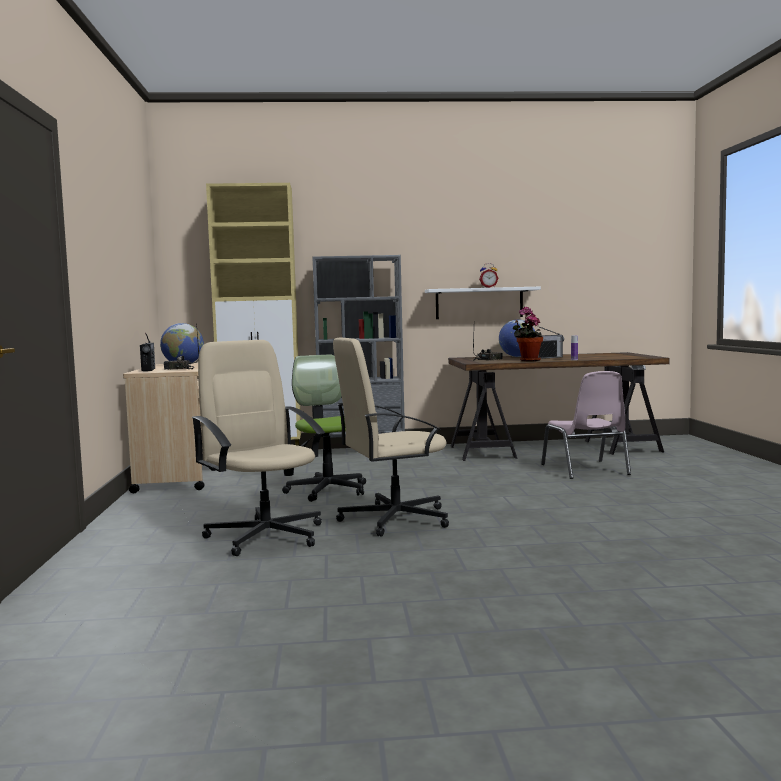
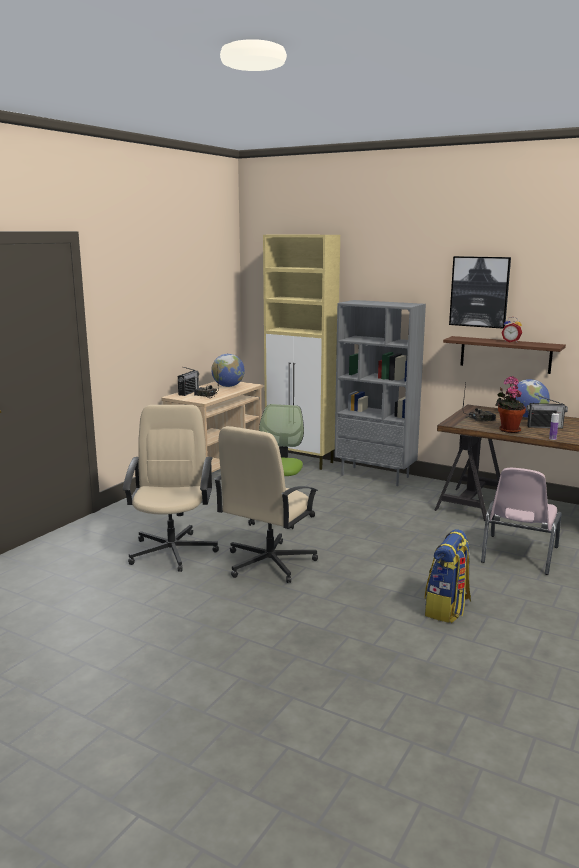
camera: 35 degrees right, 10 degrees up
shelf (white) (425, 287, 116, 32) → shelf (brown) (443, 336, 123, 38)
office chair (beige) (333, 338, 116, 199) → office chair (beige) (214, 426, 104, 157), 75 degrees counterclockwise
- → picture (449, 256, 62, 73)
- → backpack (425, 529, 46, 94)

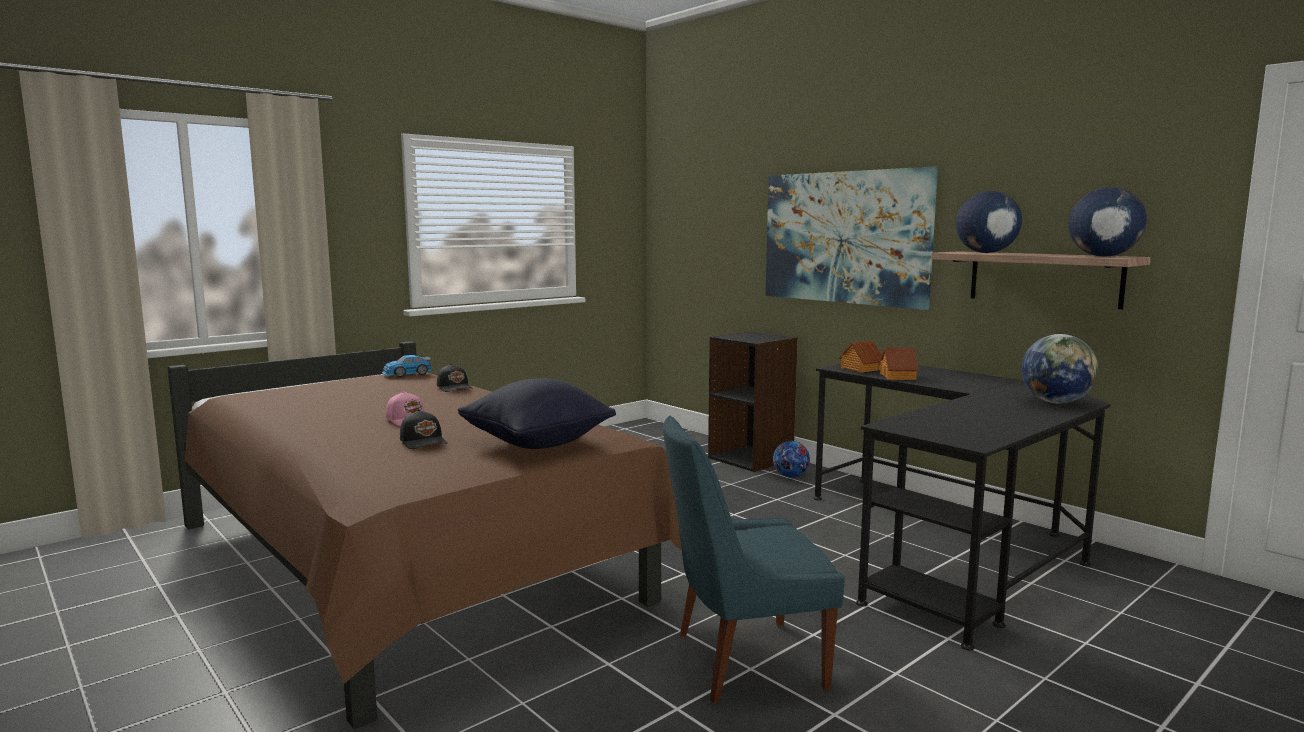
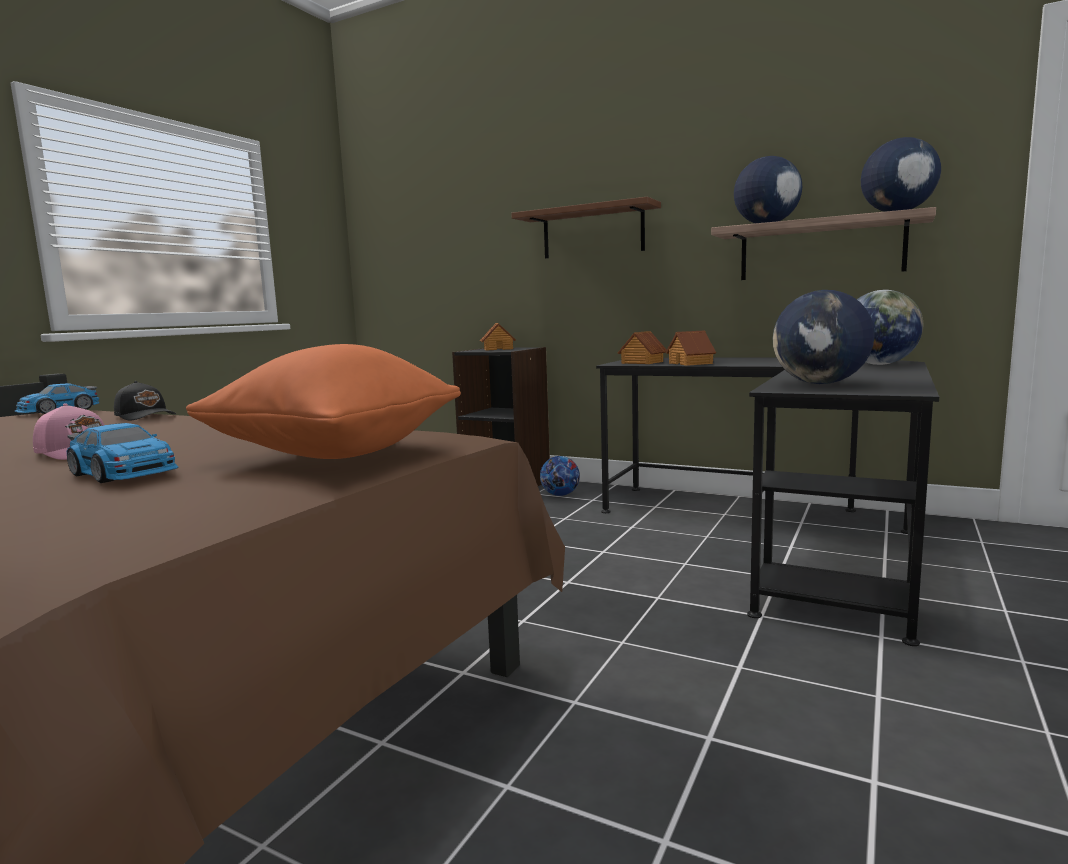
camera: 20 degrees left, 0 degrees up
picture (766, 166, 172, 144) → shelf (brown) (511, 197, 150, 62)
pillow (black) (458, 378, 158, 71) → pillow (orange) (186, 344, 275, 115)
cap (black) (400, 410, 48, 39) → toy car (67, 423, 111, 60)
chair (blue) (663, 416, 182, 288) → -
- → globe (772, 290, 103, 94)
- → toy house (480, 323, 36, 27)

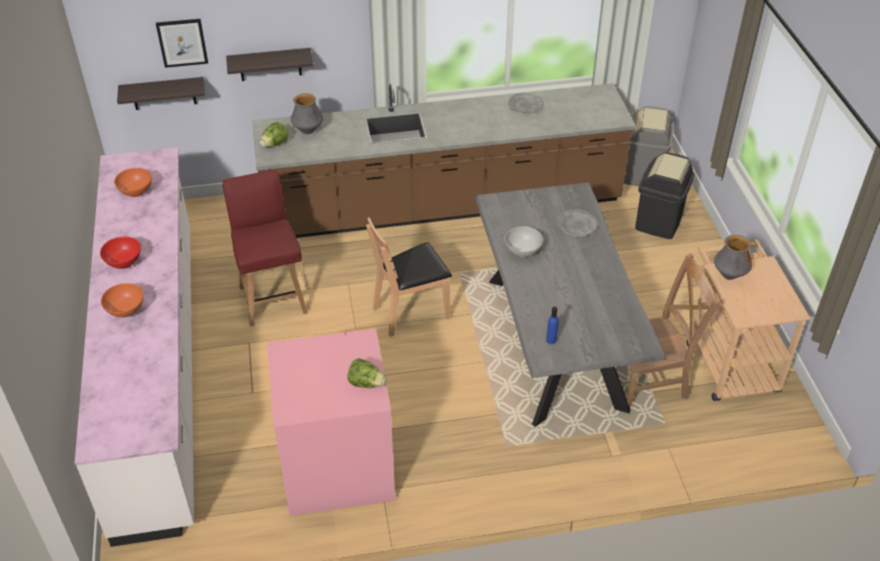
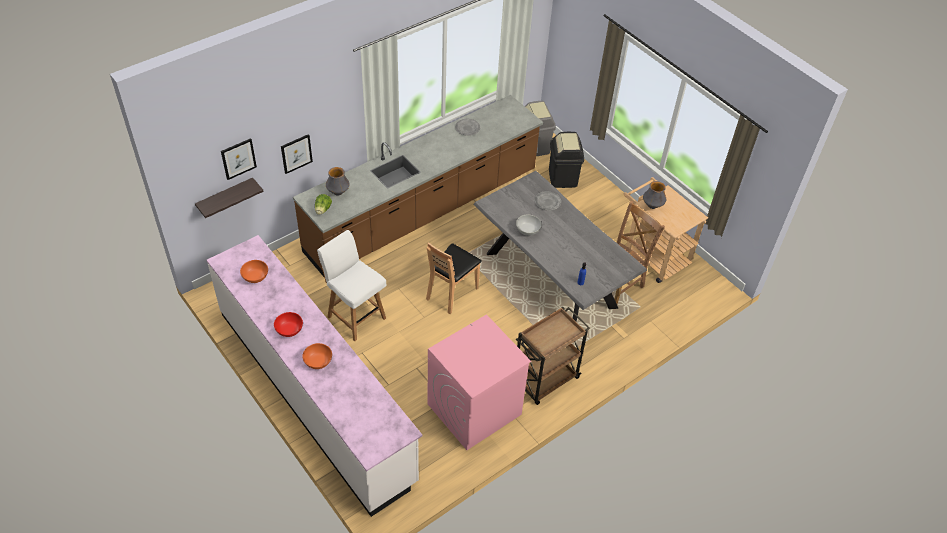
camera: 30 degrees left, 5 degrees up
shelf (226, 48, 88, 33) → picture (281, 134, 32, 40)
chair (red) (223, 170, 85, 156) → chair (white) (317, 230, 69, 111)
lettuce (347, 358, 40, 30) → -
- → cart (brown) (516, 307, 74, 98)

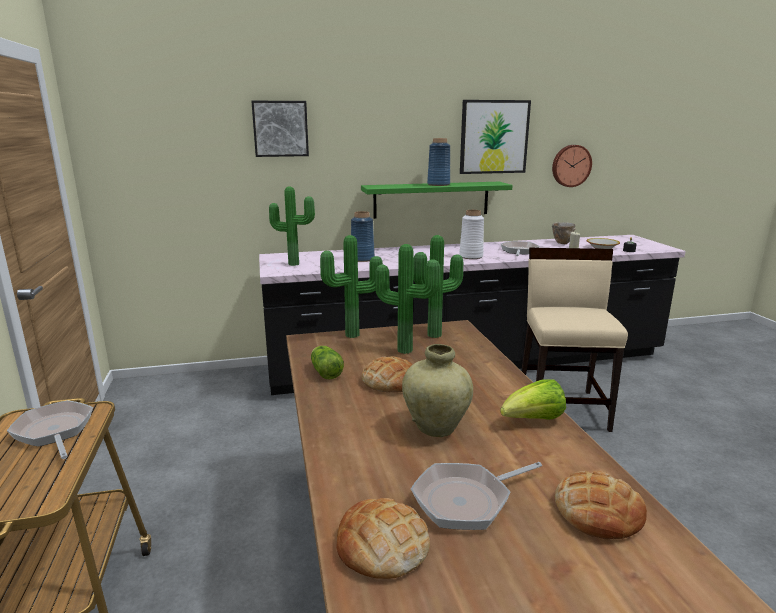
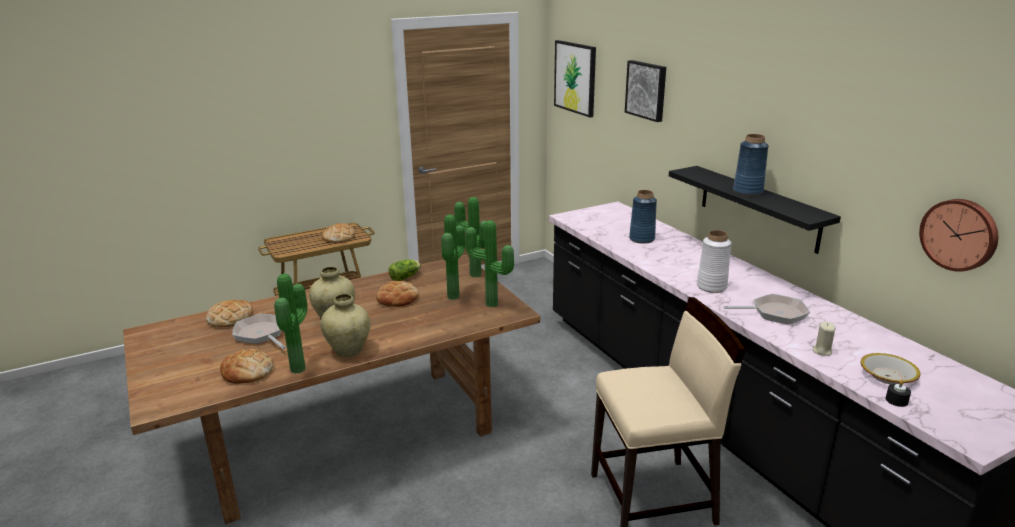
camera: 75 degrees right, 5 degrees up
picture (460, 100, 71, 74) → picture (554, 40, 42, 77), shifted
shelf (green) (361, 182, 152, 37) → shelf (black) (669, 166, 172, 88)
potted plant (269, 186, 46, 80) → potted plant (274, 274, 34, 100), shifted
bowl (552, 222, 24, 22) → -
lettuce (500, 379, 66, 41) → vase (beige) (320, 294, 50, 63)
frying pan (7, 400, 86, 59) → bread (322, 223, 33, 20)

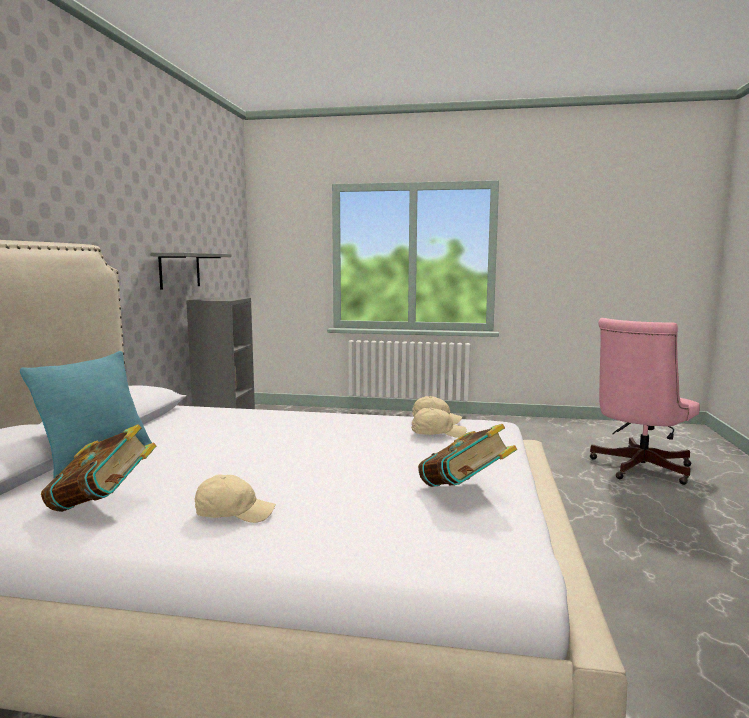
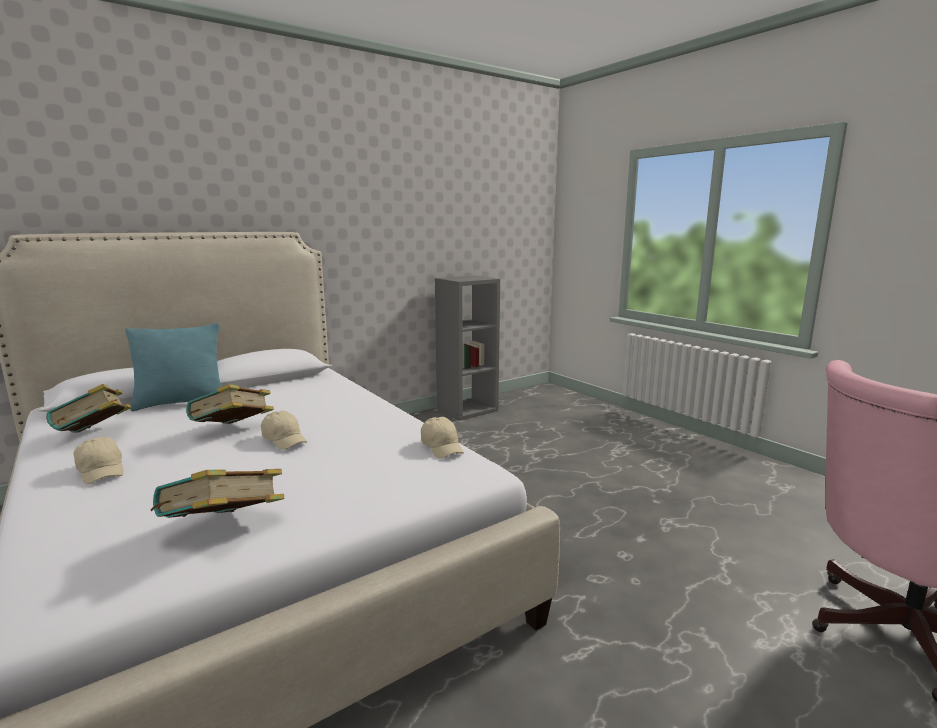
camera: 45 degrees right, 5 degrees up
shelf (grey) (151, 253, 80, 37) → -
cap (beige) (411, 408, 56, 29) → cap (beige) (261, 411, 47, 39), shifted
- → book (186, 384, 88, 40)

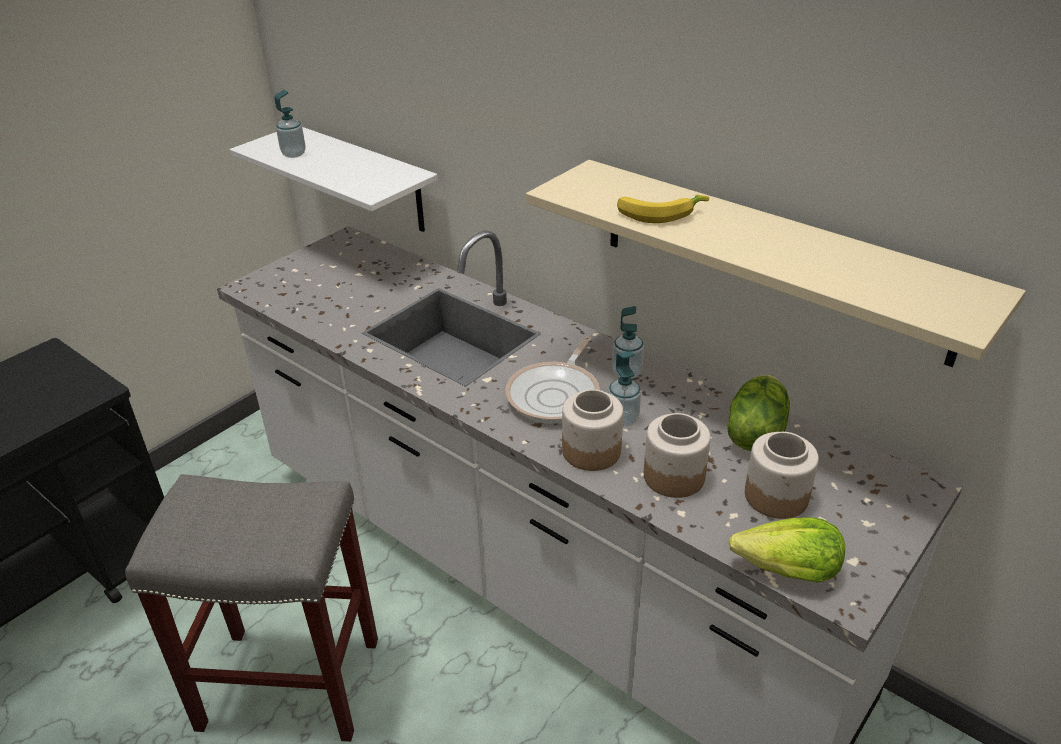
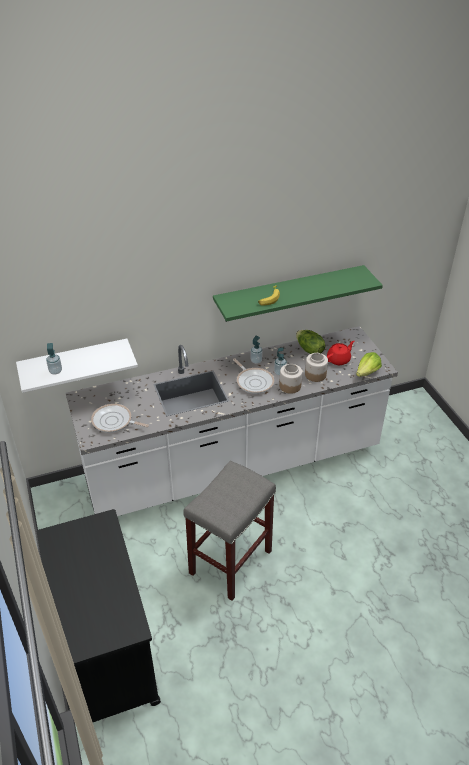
camera: 60 degrees left, 5 degrees up
shelf (beige) (526, 160, 500, 207) → shelf (green) (213, 265, 170, 57)
jar (745, 432, 74, 87) → teapot (red) (327, 341, 27, 24)
- → frying pan (91, 404, 58, 29)

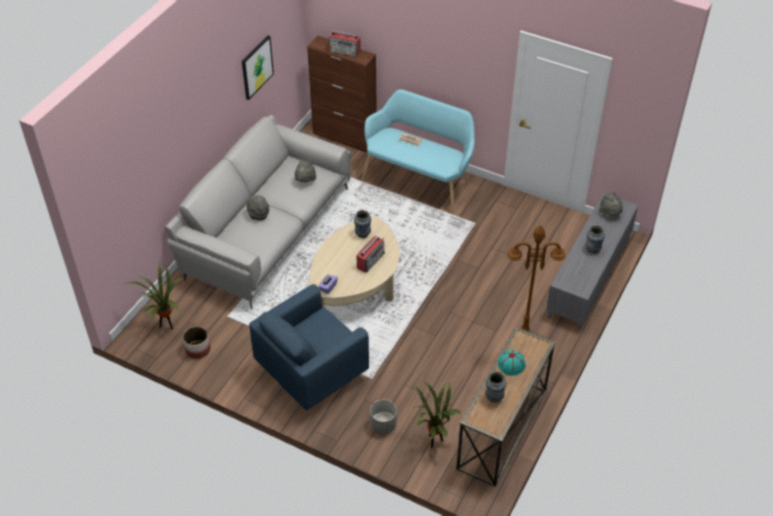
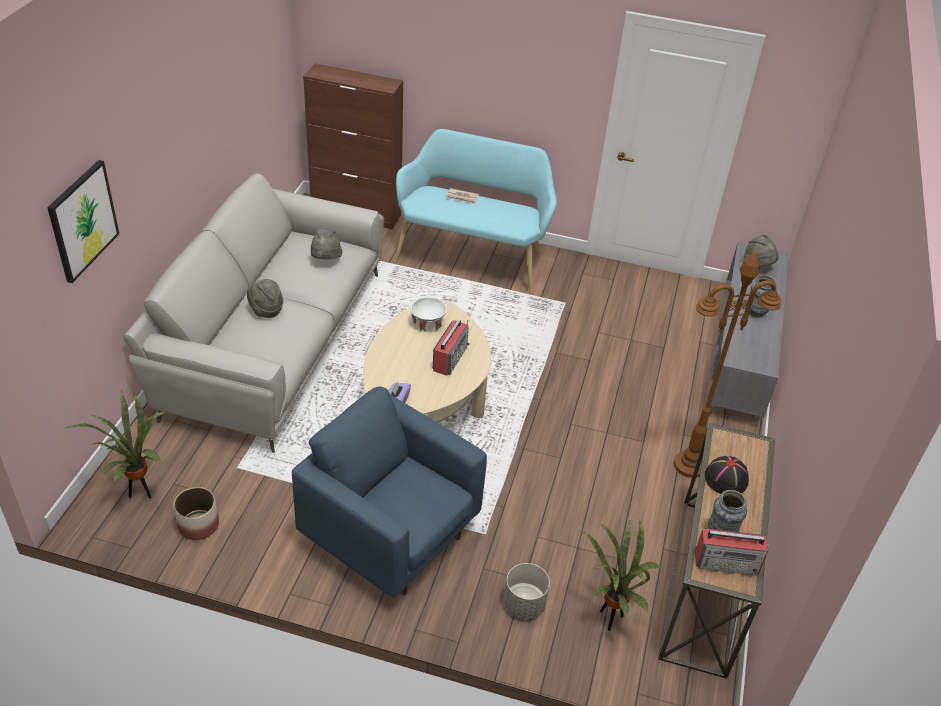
camera: 15 degrees left, 5 degrees down
radio (329, 31, 32, 25) → radio (695, 528, 74, 48), shifted
picture (242, 35, 32, 65) → picture (47, 160, 72, 123), shifted
vase (354, 210, 17, 28) → bowl (white) (411, 297, 36, 35)
armchair (blue) (249, 284, 120, 126) → armchair (blue) (292, 386, 195, 212), 90 degrees clockwise
hat (turquoise) (498, 350, 28, 26) → hat (black) (705, 456, 44, 38)

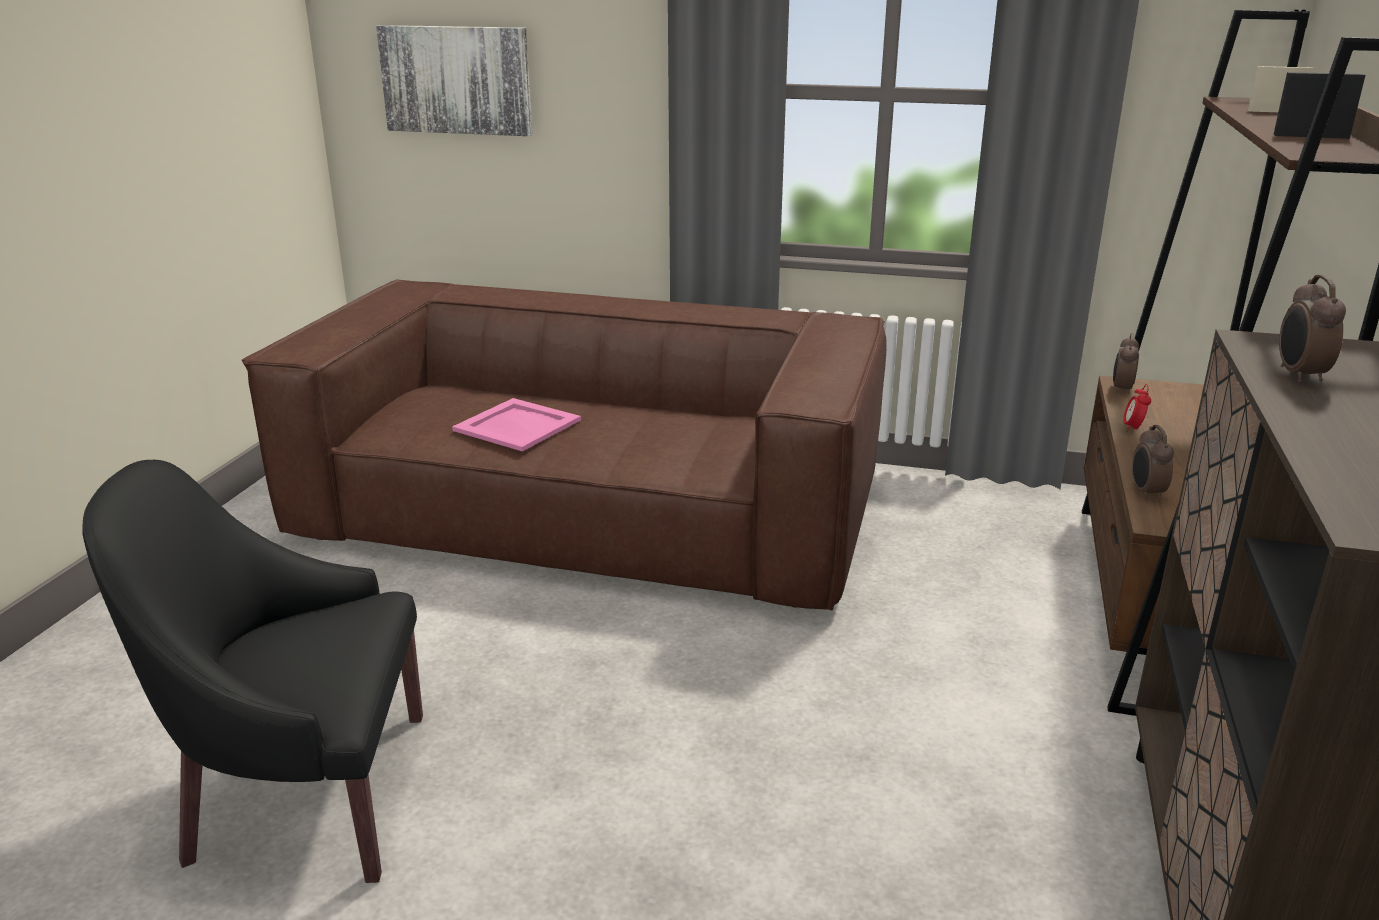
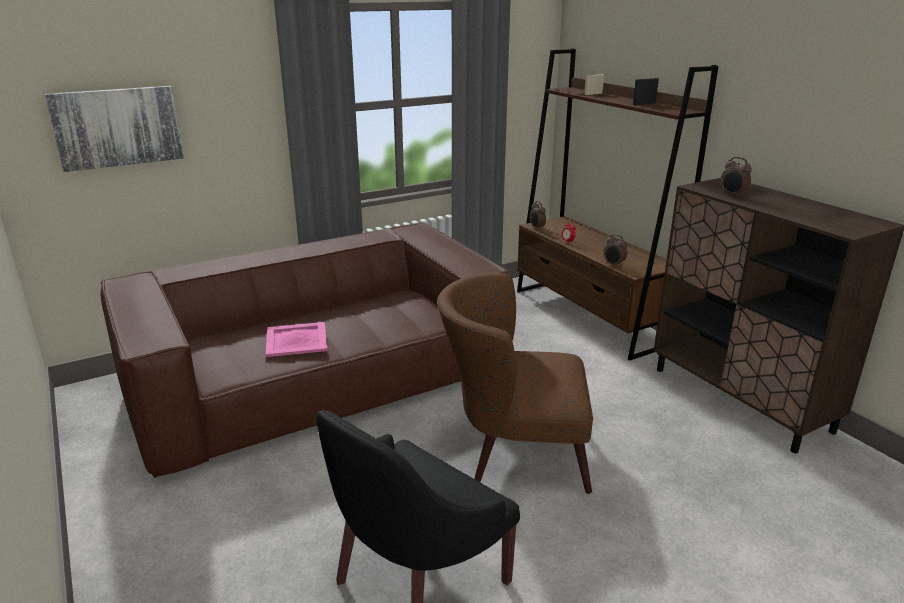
camera: 45 degrees left, 0 degrees up
- → armchair (brown) (437, 273, 156, 221)

